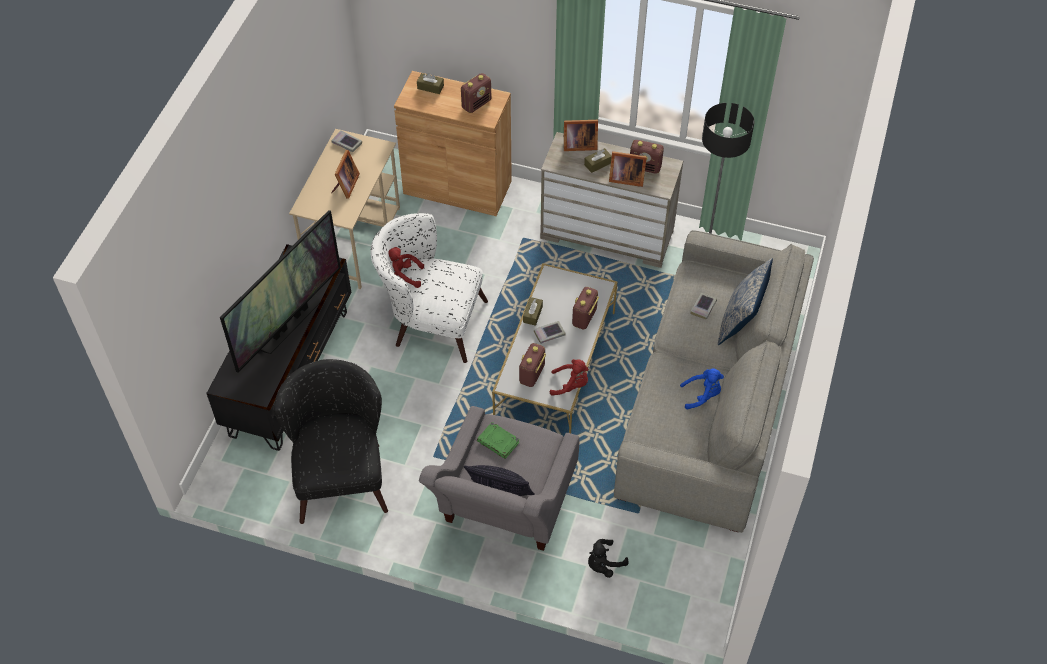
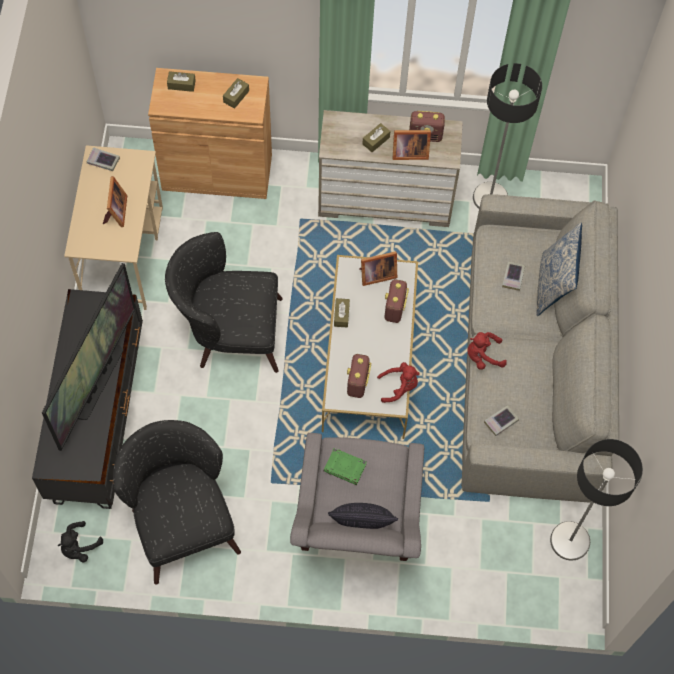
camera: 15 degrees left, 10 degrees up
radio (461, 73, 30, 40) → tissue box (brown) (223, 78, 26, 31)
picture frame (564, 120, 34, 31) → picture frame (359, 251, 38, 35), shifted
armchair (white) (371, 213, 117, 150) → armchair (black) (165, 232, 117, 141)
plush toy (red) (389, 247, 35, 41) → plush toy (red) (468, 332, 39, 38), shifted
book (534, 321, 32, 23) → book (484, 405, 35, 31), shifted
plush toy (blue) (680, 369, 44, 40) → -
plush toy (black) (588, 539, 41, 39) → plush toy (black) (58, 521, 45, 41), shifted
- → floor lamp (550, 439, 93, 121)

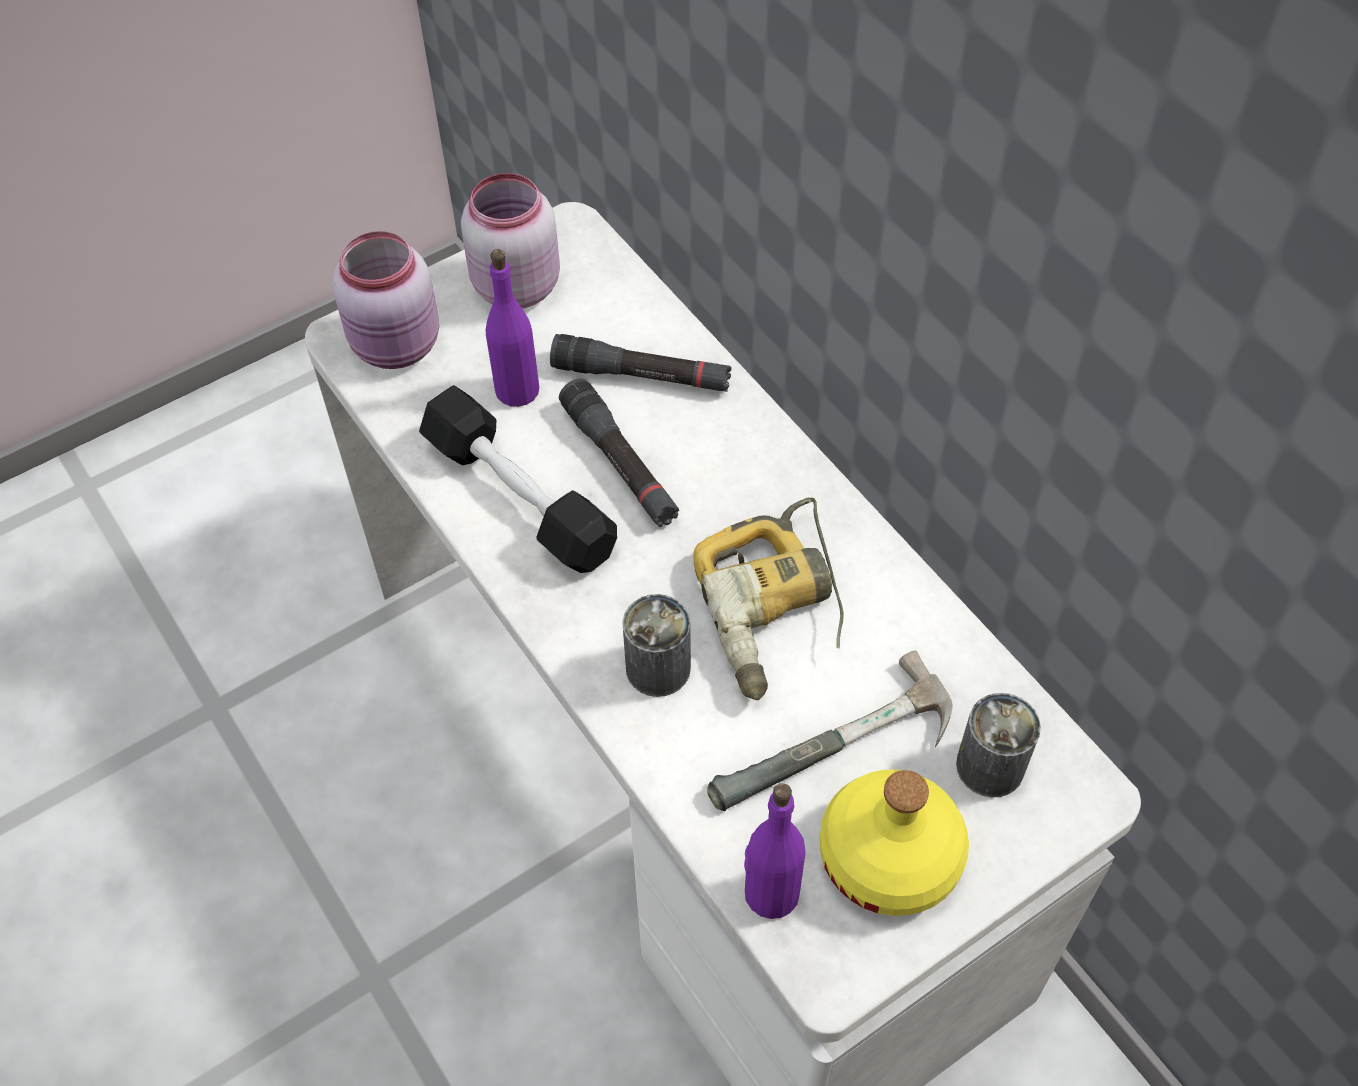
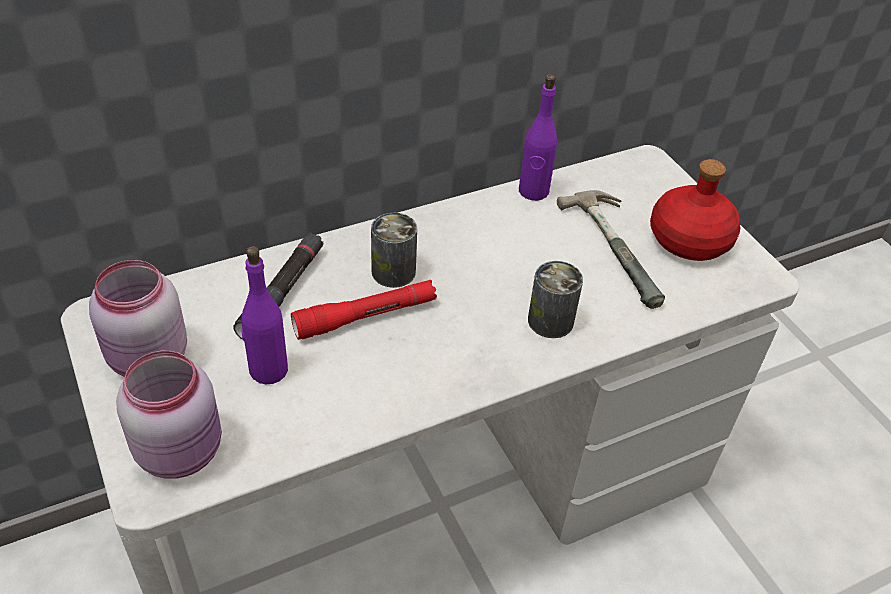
camera: 85 degrees left, 10 degrees down
flashlight (black) (559, 378, 120, 149) → flashlight (red) (291, 280, 146, 60)
dumbbell (black) (419, 385, 198, 188) → -
power drill (693, 497, 151, 203) → -
can (956, 693, 85, 104) → can (371, 213, 46, 75), shifted
bottle (yellow) (820, 770, 149, 146) → bottle (red) (650, 159, 91, 102)
bottle (purple) (744, 783, 61, 136) → bottle (purple) (519, 74, 38, 127), shifted

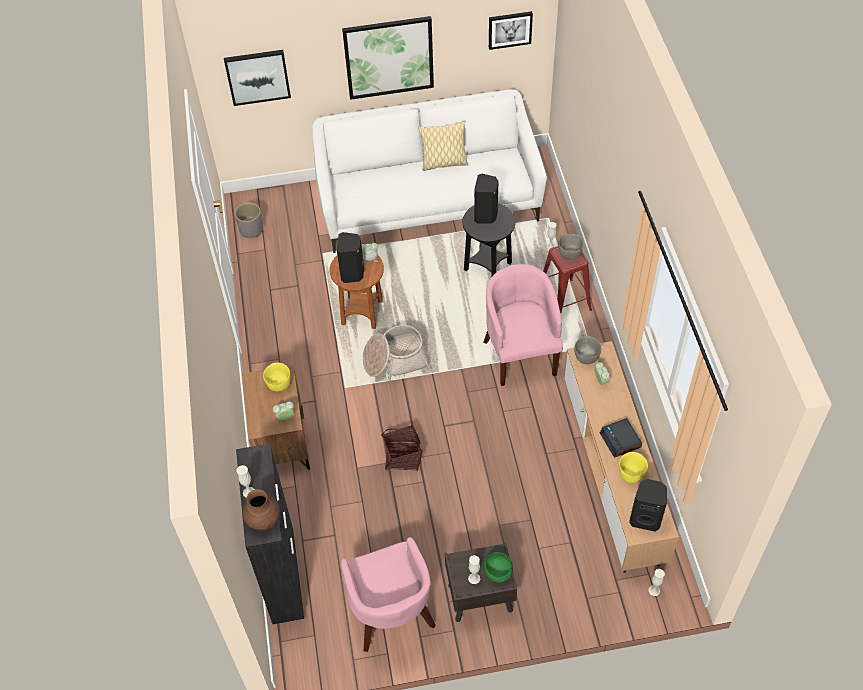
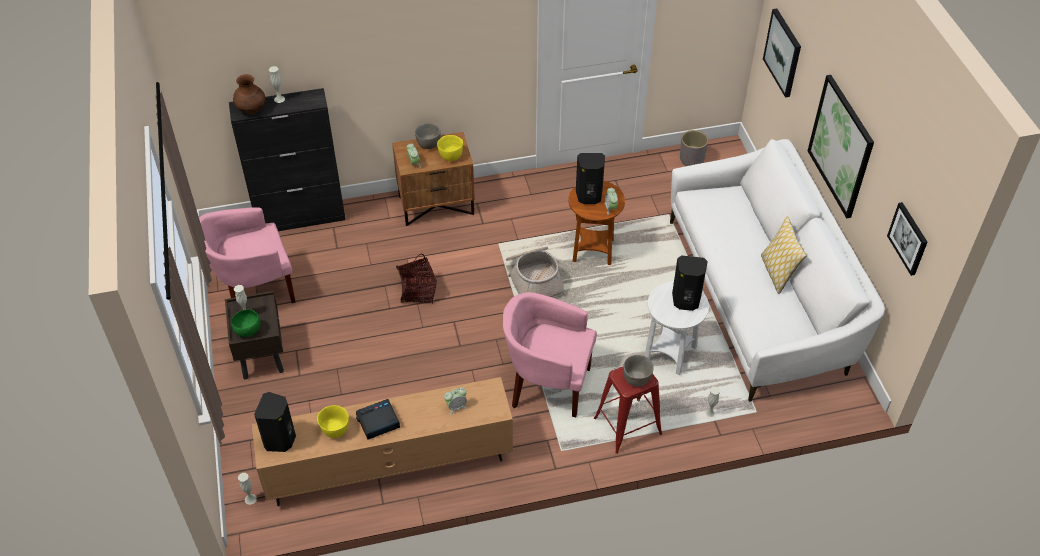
camera: 85 degrees right, 5 degrees down
side table (black) (462, 203, 53, 73) → side table (white) (645, 281, 64, 94)
armchair (pink) (483, 264, 80, 122) → armchair (pink) (503, 292, 94, 125), 150 degrees counterclockwise
bowl (grey) (574, 336, 27, 28) → bowl (grey) (415, 123, 26, 26), shifted

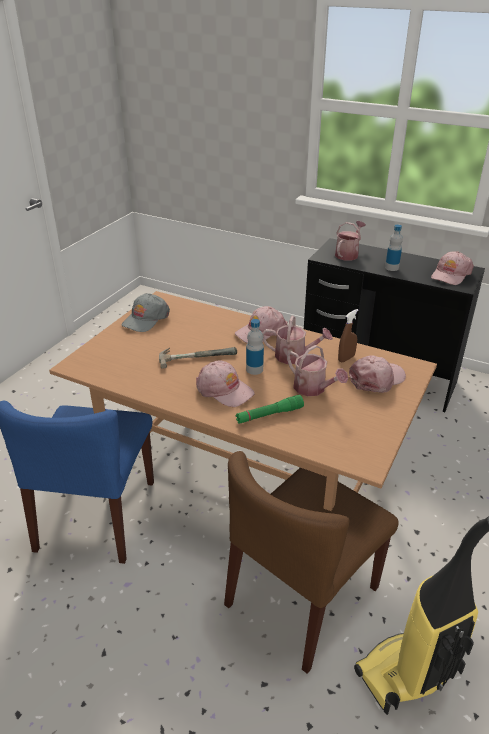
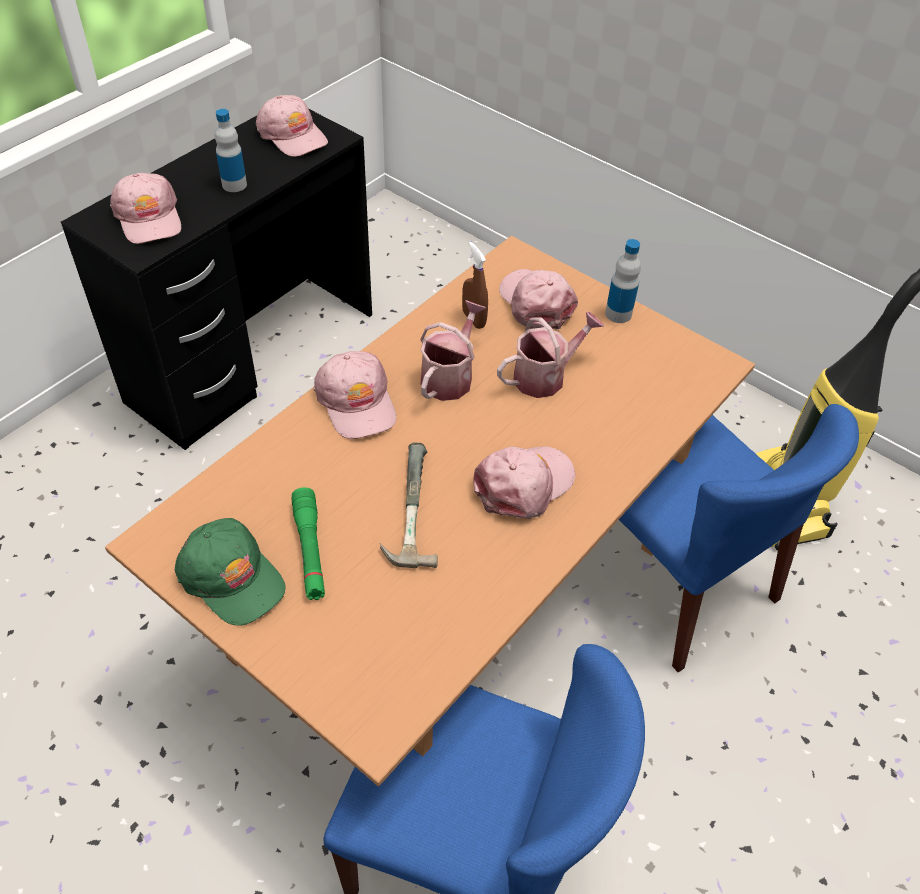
camera: 80 degrees left, 15 degrees up
watering can (335, 221, 31, 40) → cap (pink) (110, 173, 71, 71)
cap (grey) (122, 293, 48, 39) → cap (green) (175, 518, 110, 108)
bottle (246, 319, 18, 56) → bottle (605, 239, 36, 84), shifted
flashlight (green) (236, 395, 68, 29) → flashlight (green) (291, 487, 34, 113), shifted
chair (brown) (224, 451, 174, 223) → chair (blue) (619, 404, 240, 269)

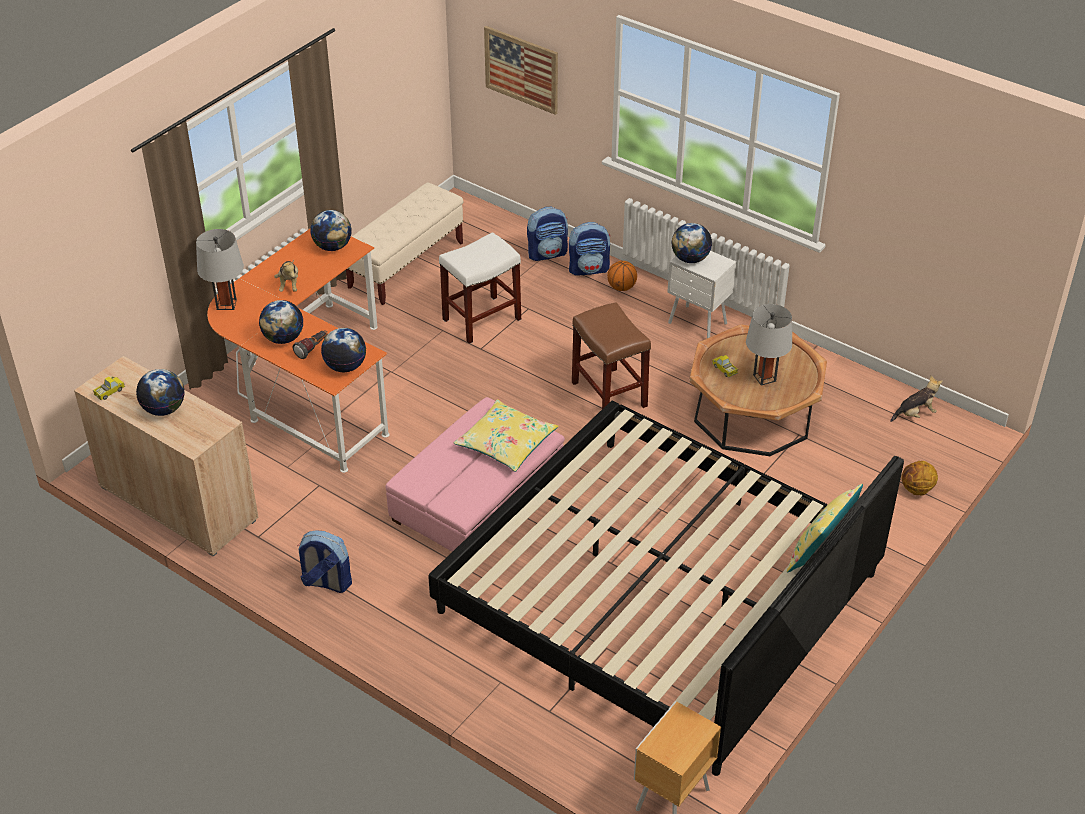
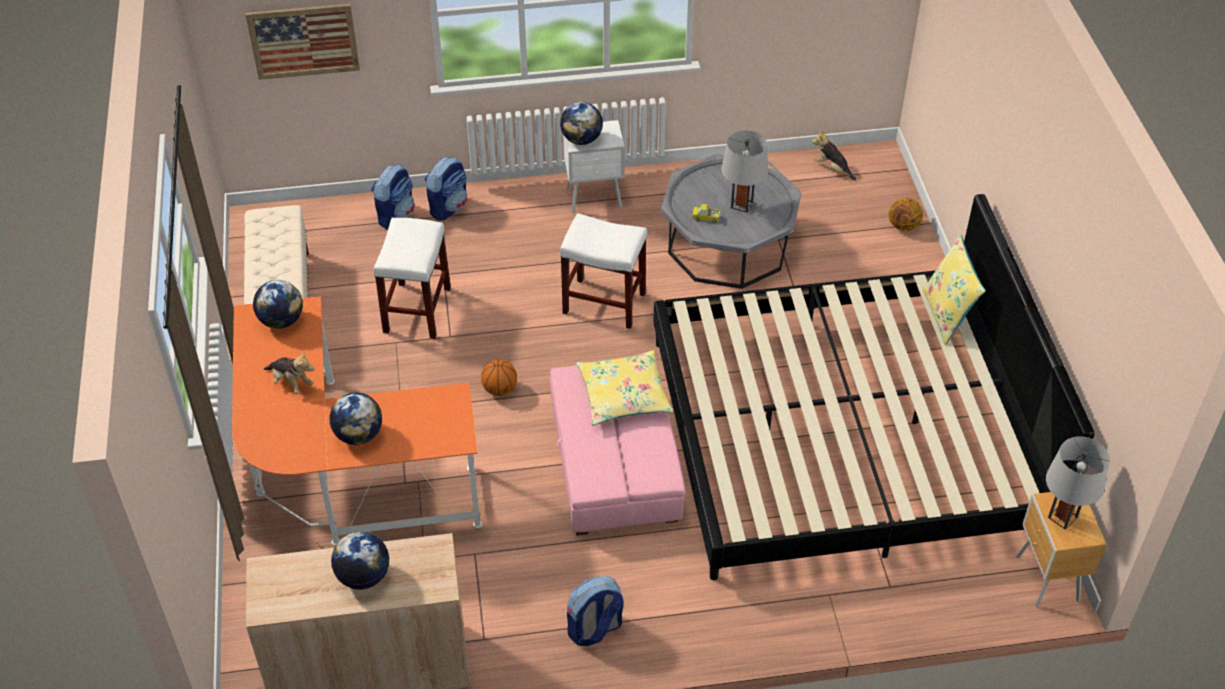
camera: 45 degrees left, 5 degrees up
table lamp (grey) (196, 229, 48, 81) → table lamp (grey) (1046, 437, 64, 93), shifted
basketball (607, 261, 30, 30) → basketball (481, 360, 36, 36), shifted
stool (brown) (572, 302, 79, 107) → stool (white) (560, 213, 87, 116)
coffee table (brown) (689, 324, 138, 132) → coffee table (grey) (661, 154, 140, 135)
globe (321, 328, 45, 44) → -
flashlight (293, 330, 35, 29) → -
plush toy (890, 375, 52, 47) → plush toy (812, 130, 45, 50), 75 degrees counterclockwise
toy truck (93, 376, 32, 25) → -

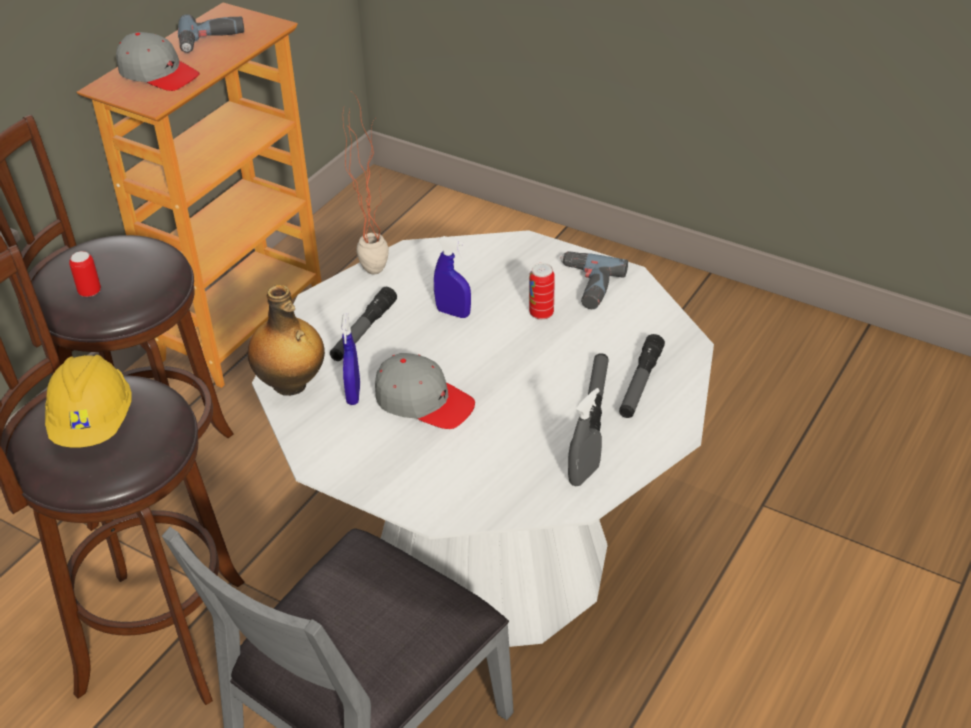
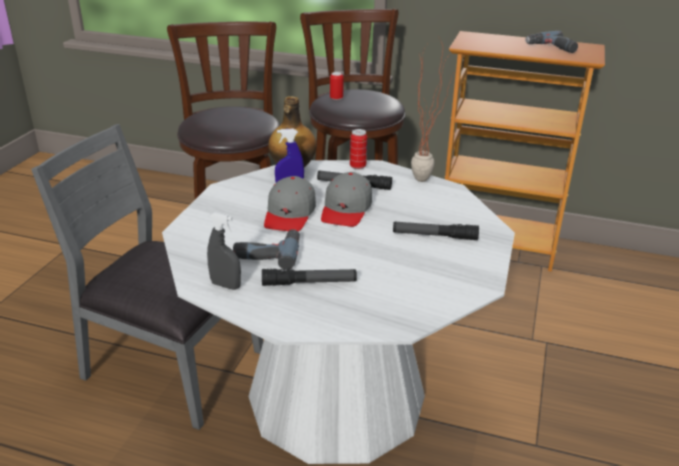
camera: 75 degrees right, 10 degrees down
cap (grey) (116, 32, 84, 59) → cap (grey) (321, 172, 51, 55), shifted
spray bottle (blue) (434, 236, 37, 82) → -
power drill (560, 251, 68, 58) → power drill (233, 229, 67, 40), shifted
can (529, 263, 26, 57) → can (350, 129, 17, 41), shifted
flashlight (619, 334, 46, 84) → flashlight (393, 222, 86, 18), shifted
hard hat (yellow) (45, 355, 87, 93) → -

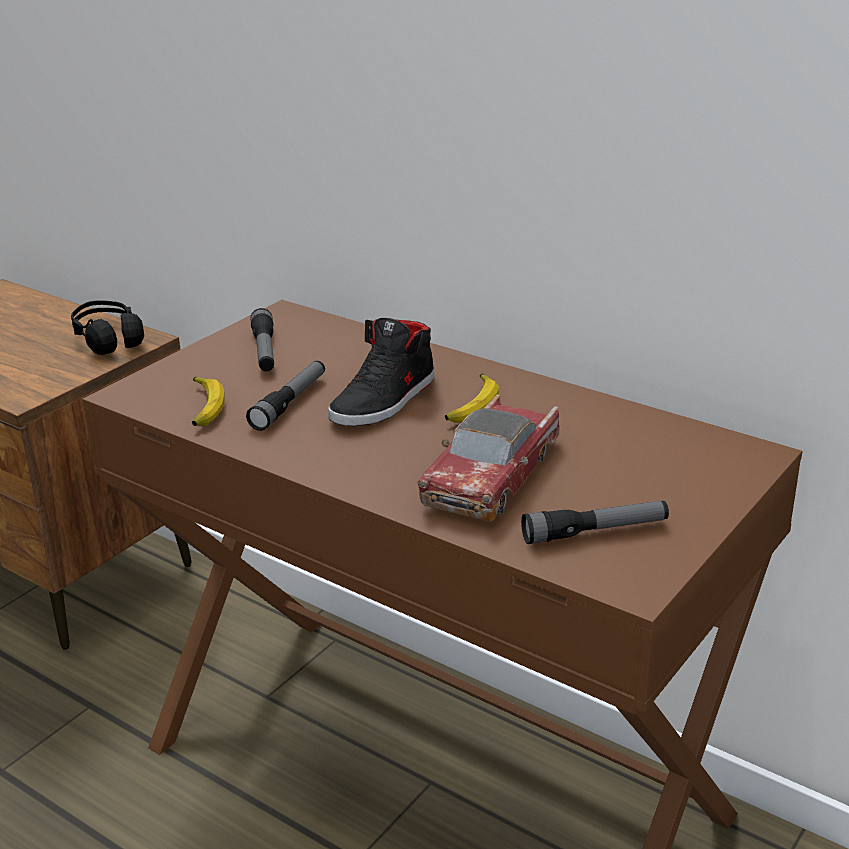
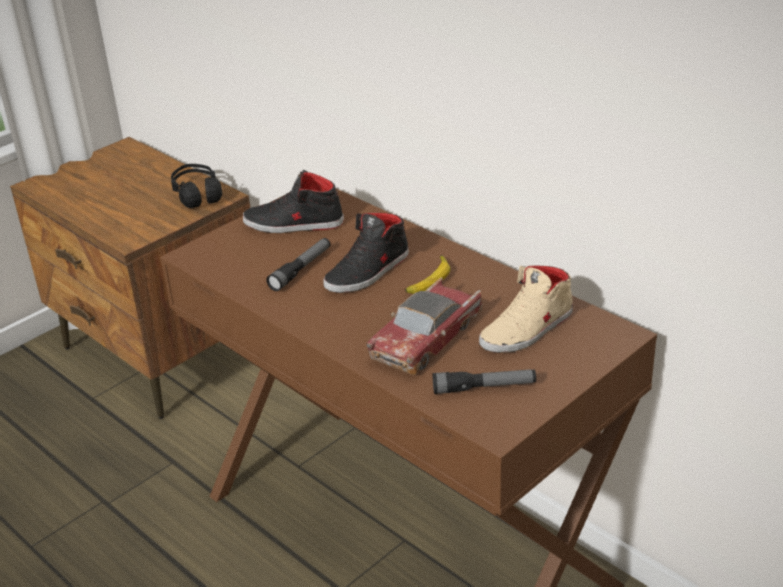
camera: 10 degrees right, 5 degrees up
flashlight (250, 308, 24, 63) → shoe (black) (243, 170, 101, 63)
banana (192, 377, 33, 49) → -
- → shoe (beige) (479, 266, 94, 87)

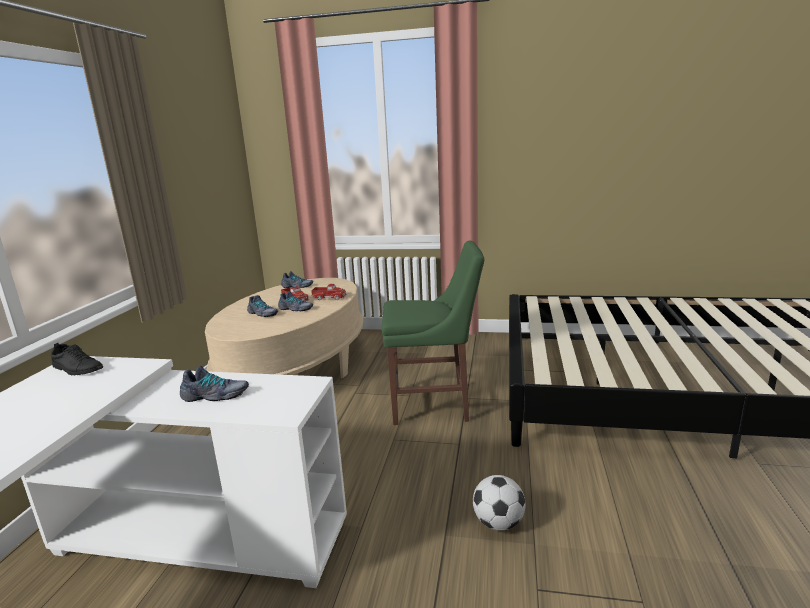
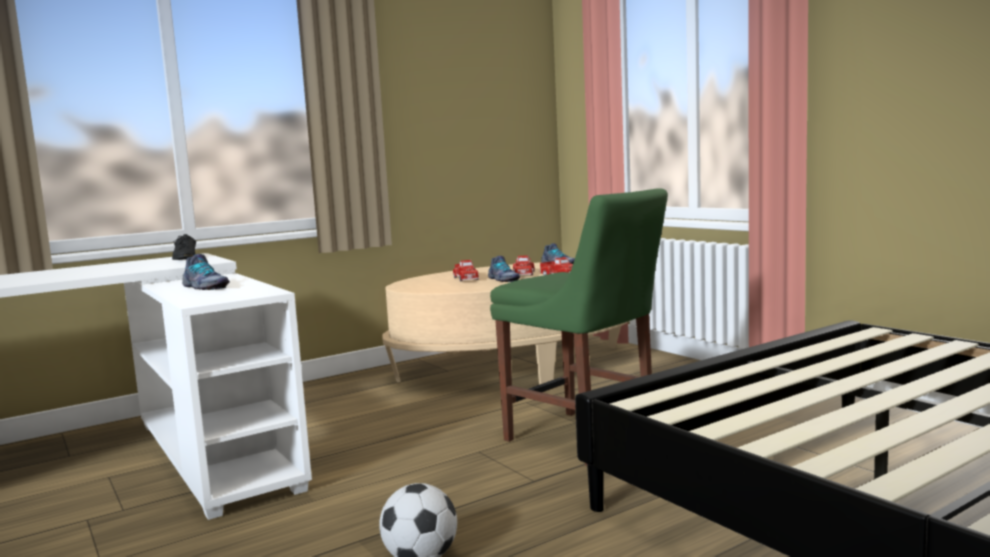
camera: 45 degrees right, 10 degrees down
shoe (247, 295, 31, 22) → toy truck (453, 260, 26, 21)

